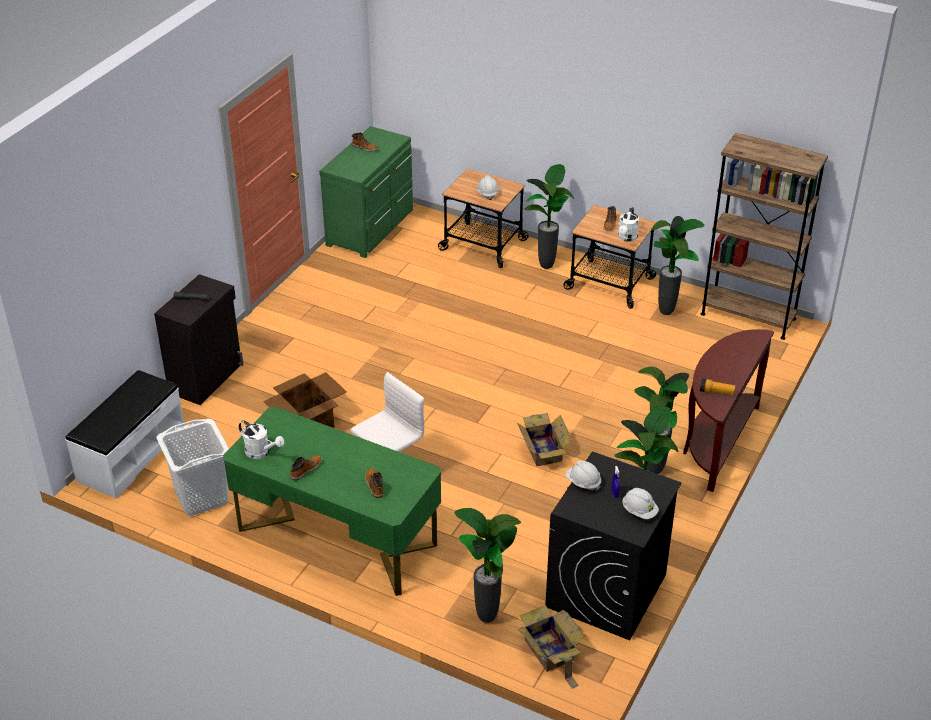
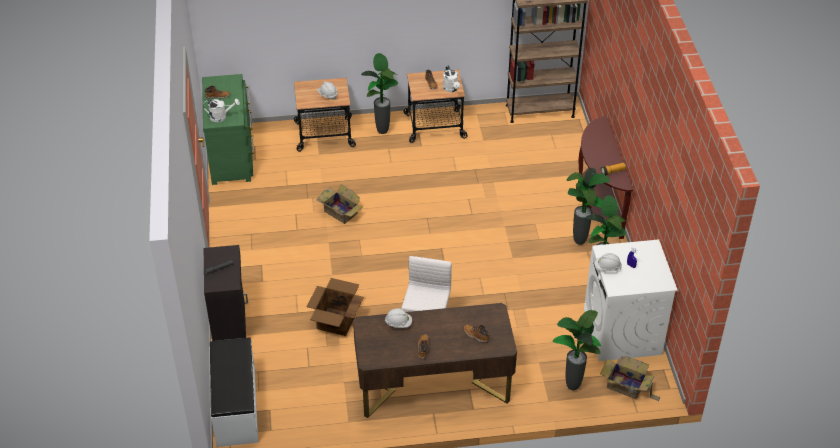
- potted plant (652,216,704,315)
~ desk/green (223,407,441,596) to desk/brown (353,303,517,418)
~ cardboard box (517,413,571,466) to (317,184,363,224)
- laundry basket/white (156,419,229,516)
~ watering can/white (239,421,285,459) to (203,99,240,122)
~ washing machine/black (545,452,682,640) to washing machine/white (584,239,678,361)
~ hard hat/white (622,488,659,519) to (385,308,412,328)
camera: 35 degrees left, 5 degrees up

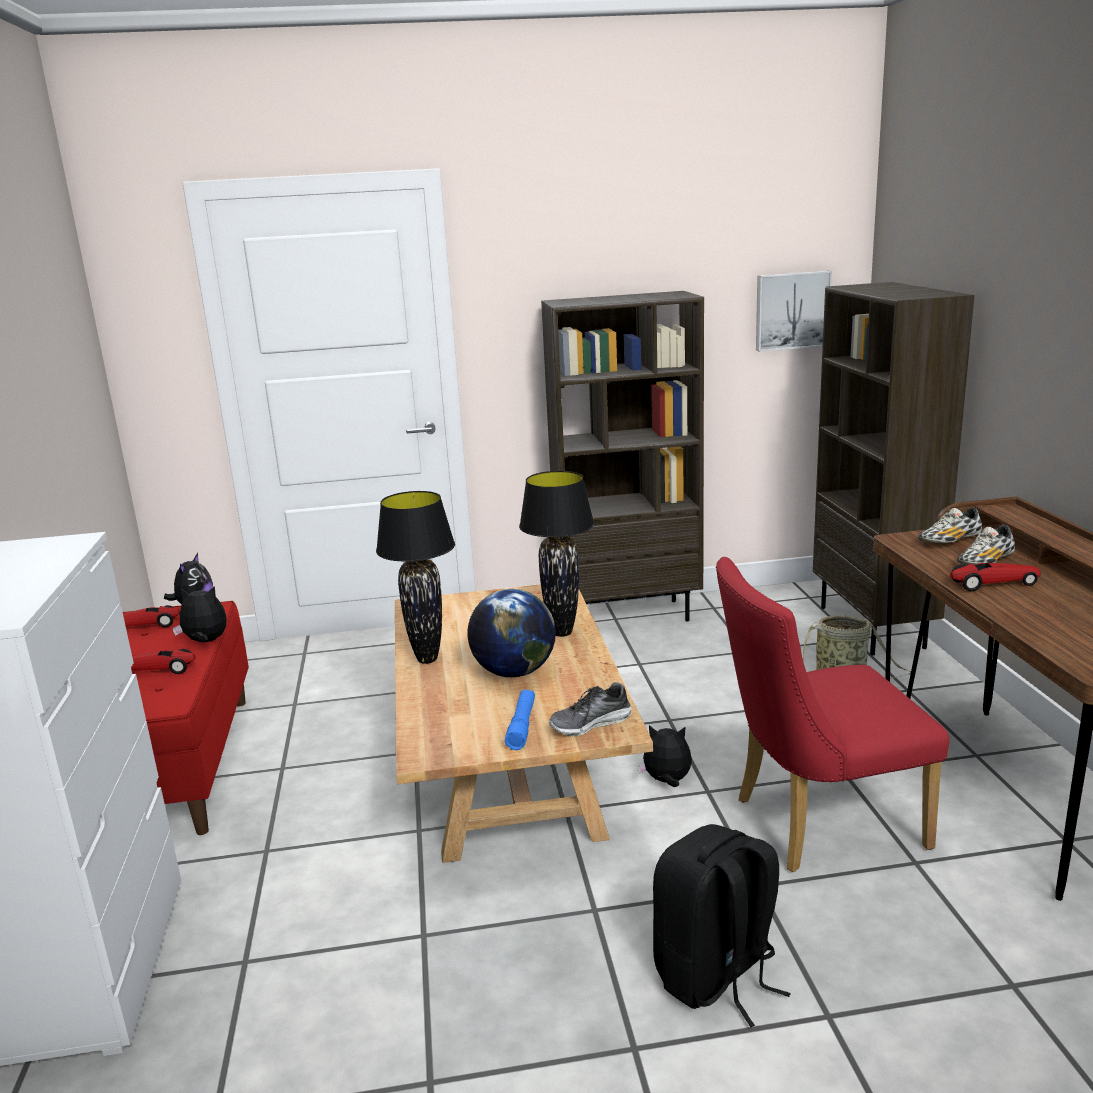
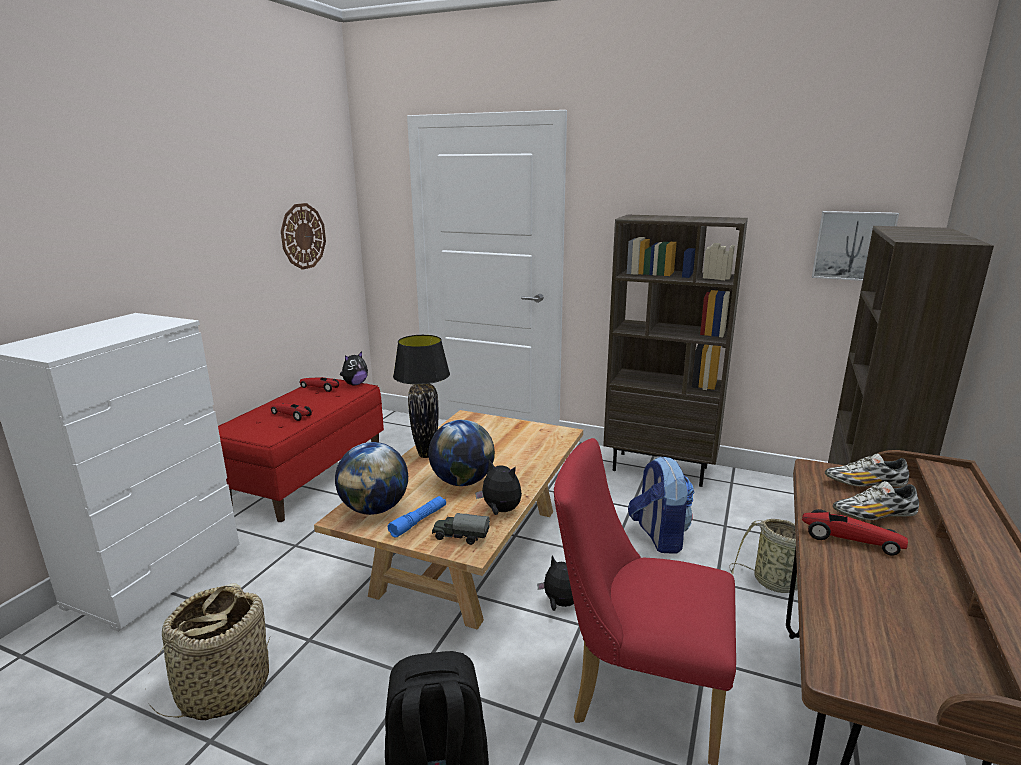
- table lamp/black (519,471,595,637)
~ plush toy (172,586,227,642) to (475,460,522,515)
~ shoe (549,682,632,737) to toy truck (432,513,490,545)
+ wall clock (281,203,326,270)
+ globe (335,442,408,515)
+ backpack (628,456,695,554)
+ basket (145,583,270,721)
camera: 30 degrees right, 0 degrees up

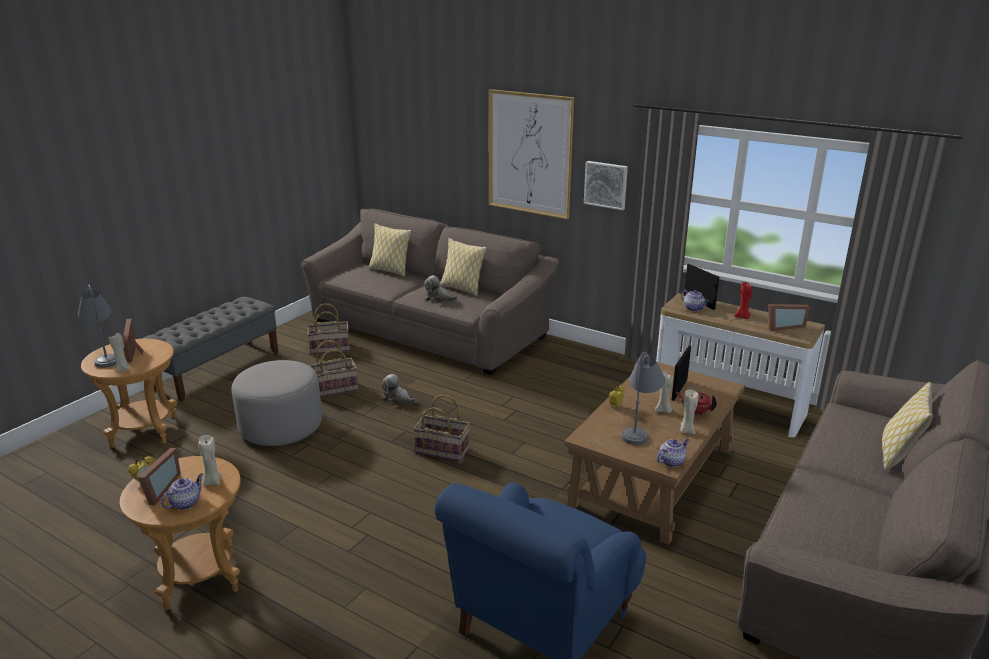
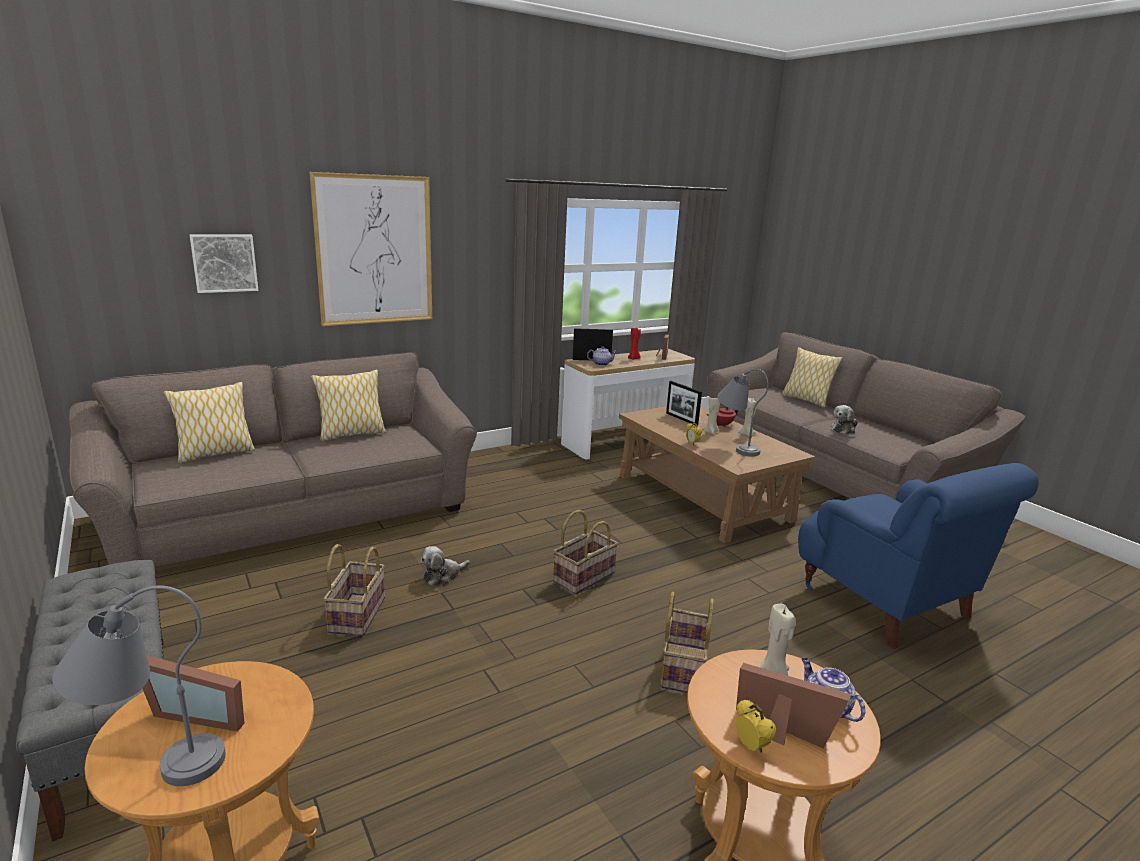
~ picture (584,161,628,210) to (189,234,258,293)
~ plush toy (424,275,458,302) to (831,405,858,434)
~ basket (307,303,350,355) to (661,592,714,693)
- candle/beige (109,333,130,372)
- ottoman/grey (231,360,322,446)
- teapot (657,439,689,467)
camera: 65 degrees left, 5 degrees down

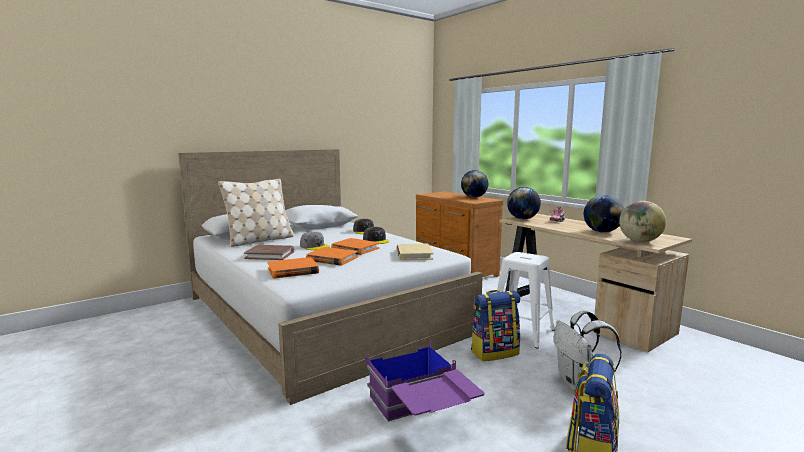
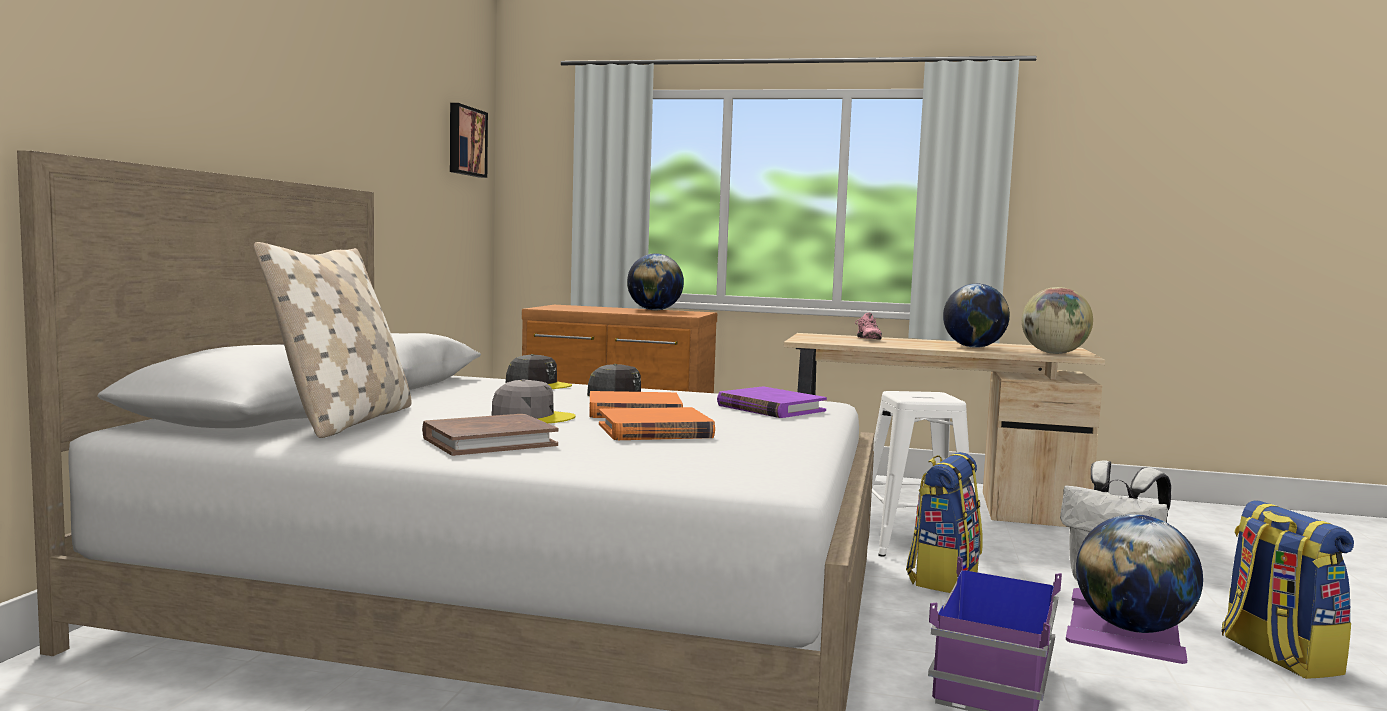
~ globe (507,187,541,220) to (1076,514,1203,633)
~ book/beige (396,244,433,260) to book/purple (717,386,827,418)
- book/orange (268,257,319,278)
+ picture (450,103,488,178)
camera: 40 degrees left, 5 degrees down

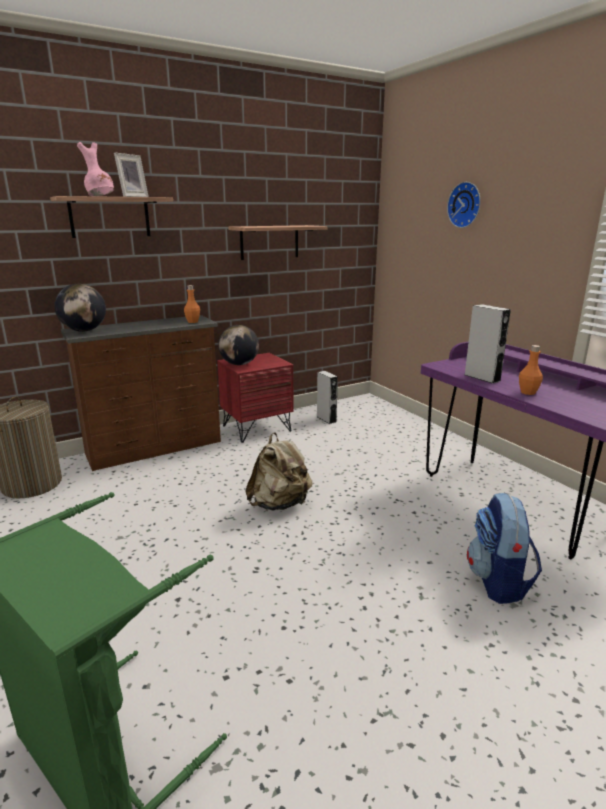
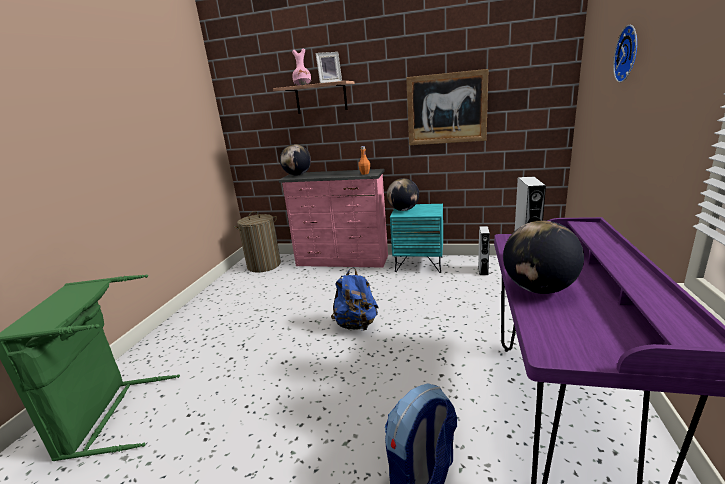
~ shelf (228,225,328,260) to picture (406,69,489,145)
~ dresser/brown (61,315,221,471) to dresser/pink (279,169,388,268)
~ bottle/orange (519,345,543,395) to globe (503,220,584,294)
~ nightstand/red (217,353,294,443) to nightstand/turquoise (390,204,443,273)
~ backpack/beige (245,432,312,511) to backpack/blue (331,267,379,331)
camera: 45 degrees right, 0 degrees up

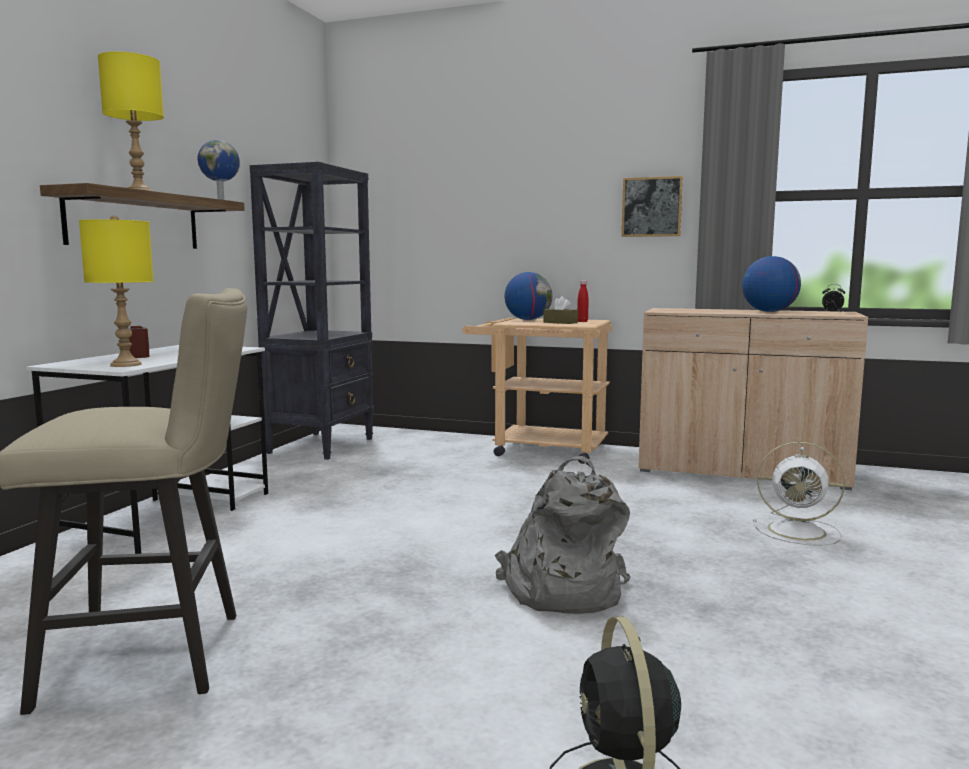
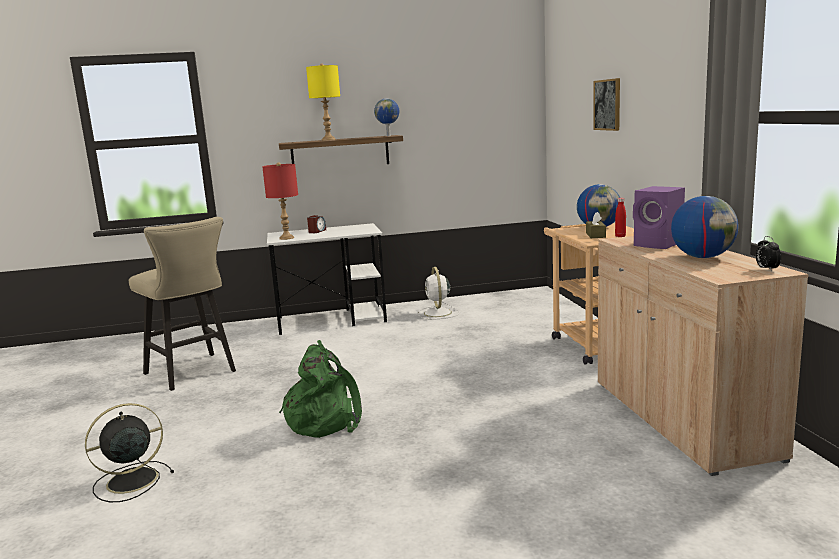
- bookcase/black (250,162,374,460)
~ picture (622,176,683,237) to (593,78,620,131)
~ table lamp/yellow (79,215,154,367) to table lamp/red (262,162,298,240)
~ fan/white (753,442,845,546) to (418,267,459,319)
~ backpack/grey (495,456,630,614) to backpack/green (279,340,362,438)
+ speaker/purple (633,186,685,249)
camera: 60 degrees right, 5 degrees up

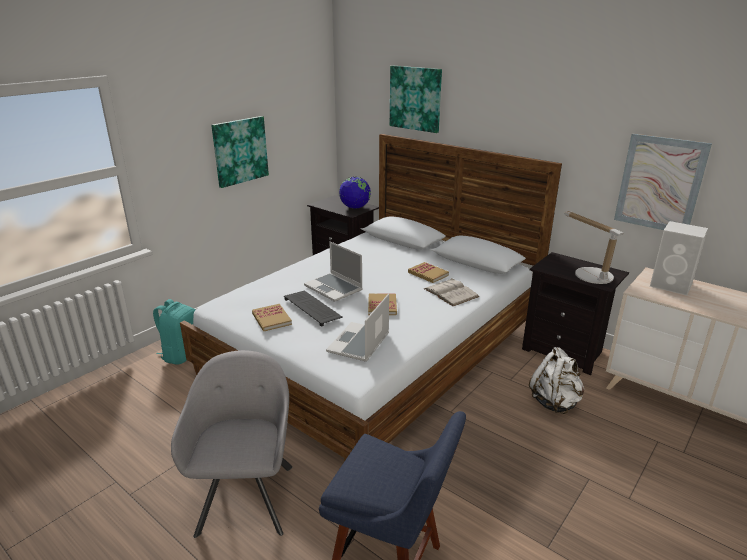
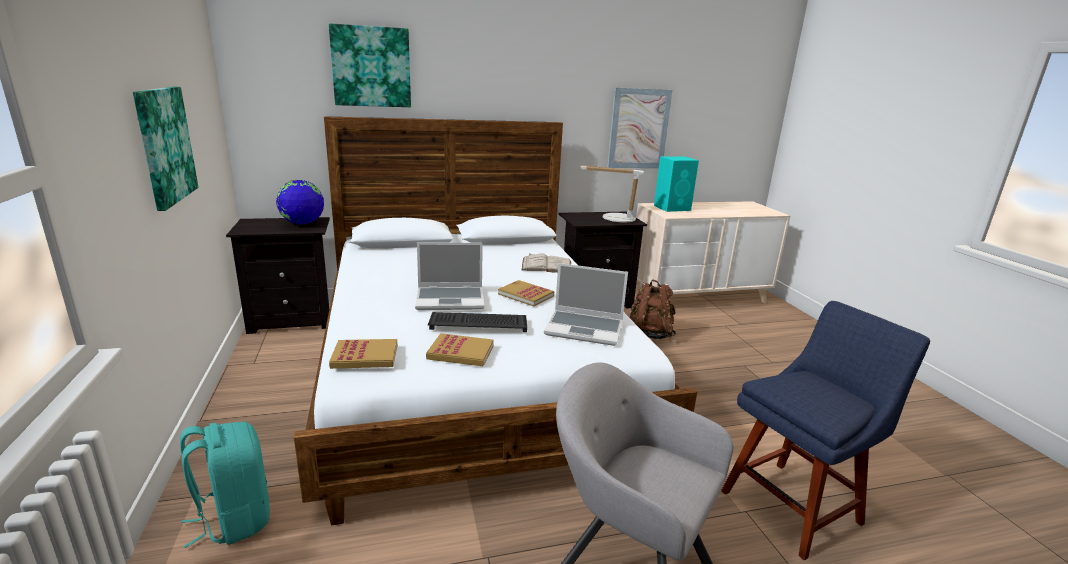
~ speaker/white (650,221,708,295) to speaker/turquoise (654,156,699,212)
~ book (408,262,449,283) to (329,339,397,369)
~ laptop (326,294,389,362) = (544,263,628,346) 45 degrees counterclockwise
~ backpack/white (529,347,585,414) to backpack/brown (629,279,676,339)
camera: 55 degrees left, 5 degrees down

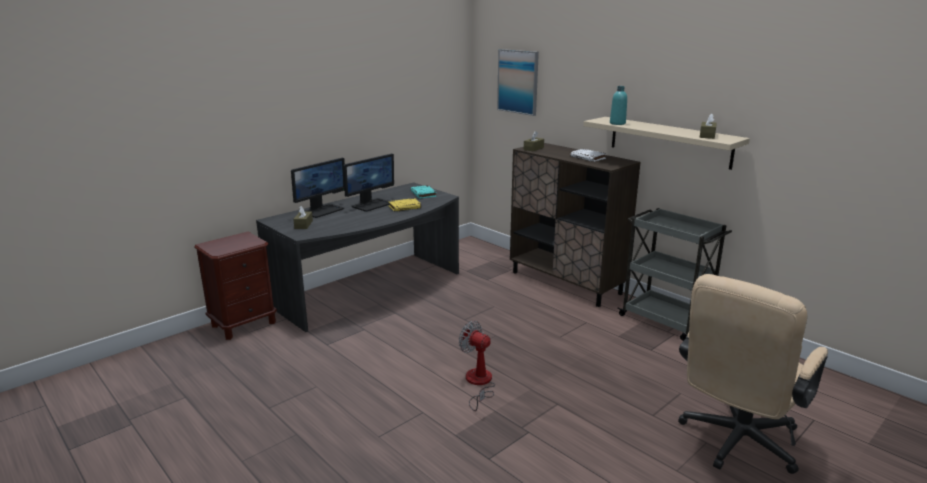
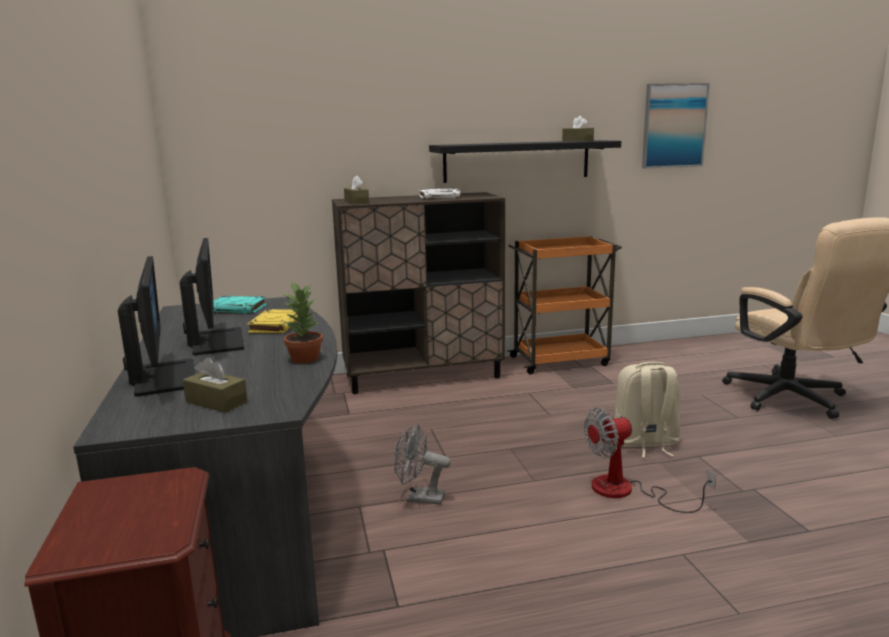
~ picture (497,49,539,116) to (642,83,710,169)
- bottle/turquoise (610,86,627,125)
~ shelf/beige (583,117,750,170) to shelf/black (429,140,621,183)
~ cart/grey (617,208,732,341) to cart/orange (507,236,622,375)
+ potted plant (283,282,323,364)
+ backpack/beige (614,362,680,458)
+ fan/grey (394,424,451,505)
camera: 60 degrees left, 5 degrees down

